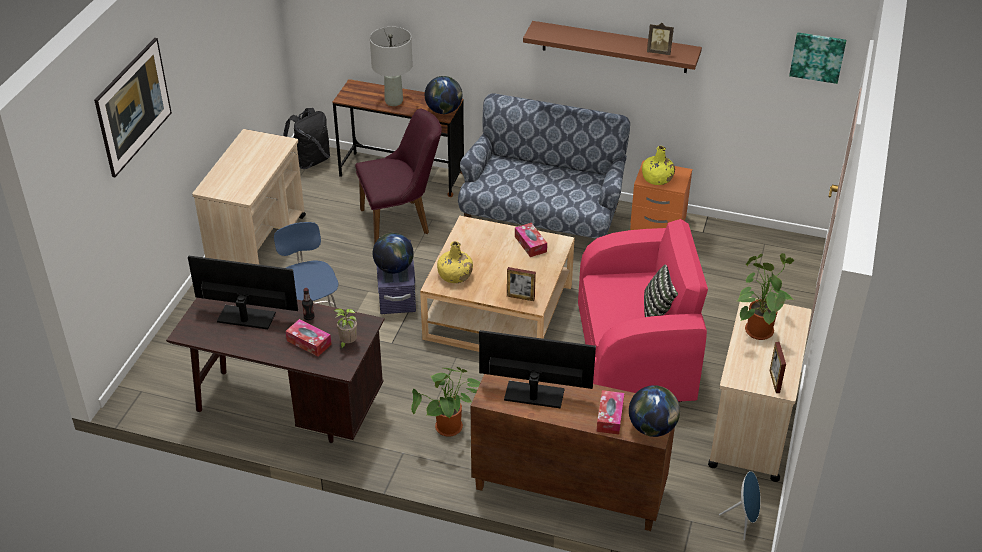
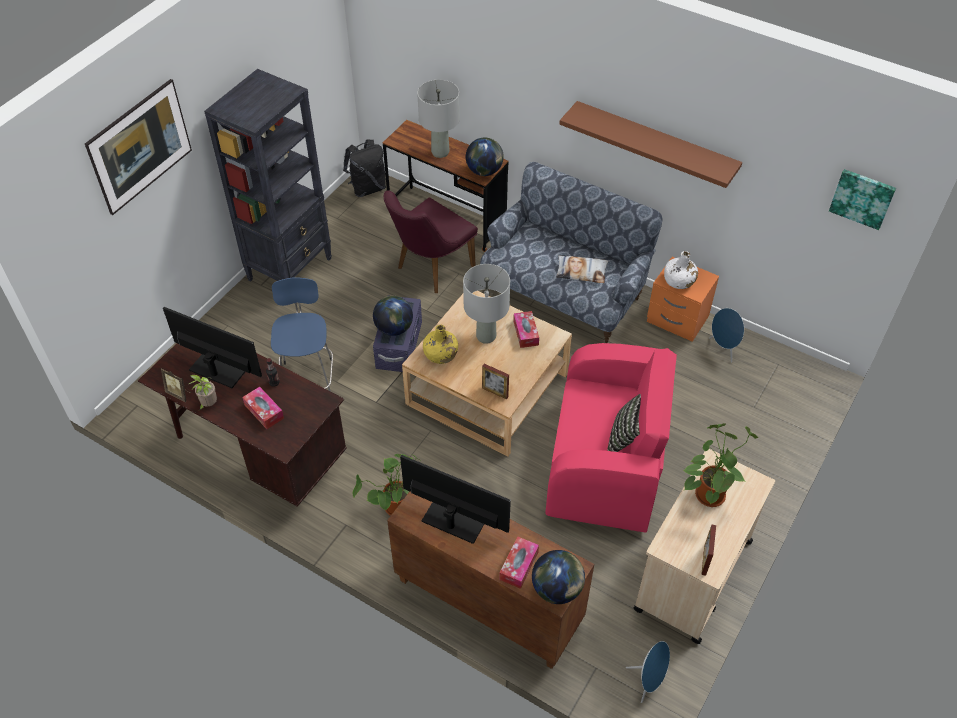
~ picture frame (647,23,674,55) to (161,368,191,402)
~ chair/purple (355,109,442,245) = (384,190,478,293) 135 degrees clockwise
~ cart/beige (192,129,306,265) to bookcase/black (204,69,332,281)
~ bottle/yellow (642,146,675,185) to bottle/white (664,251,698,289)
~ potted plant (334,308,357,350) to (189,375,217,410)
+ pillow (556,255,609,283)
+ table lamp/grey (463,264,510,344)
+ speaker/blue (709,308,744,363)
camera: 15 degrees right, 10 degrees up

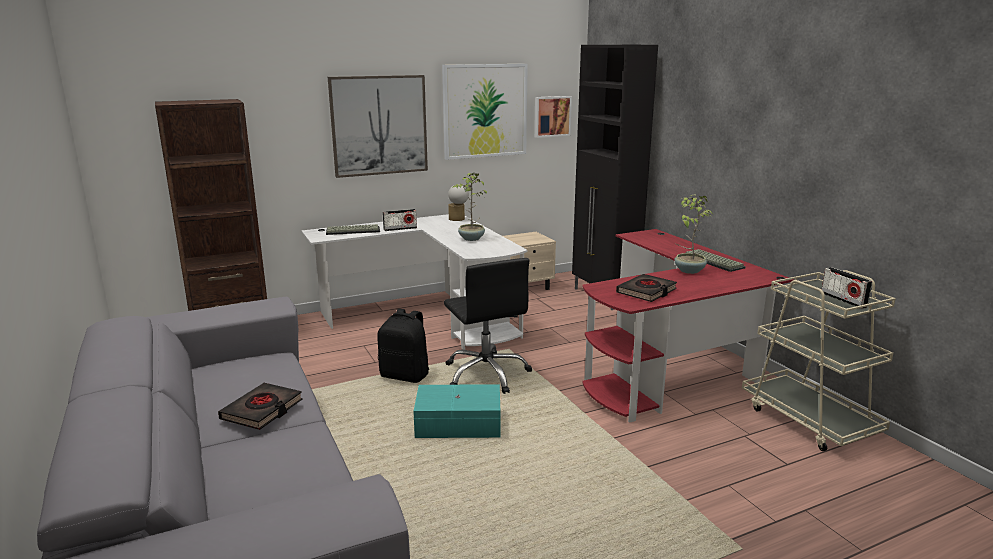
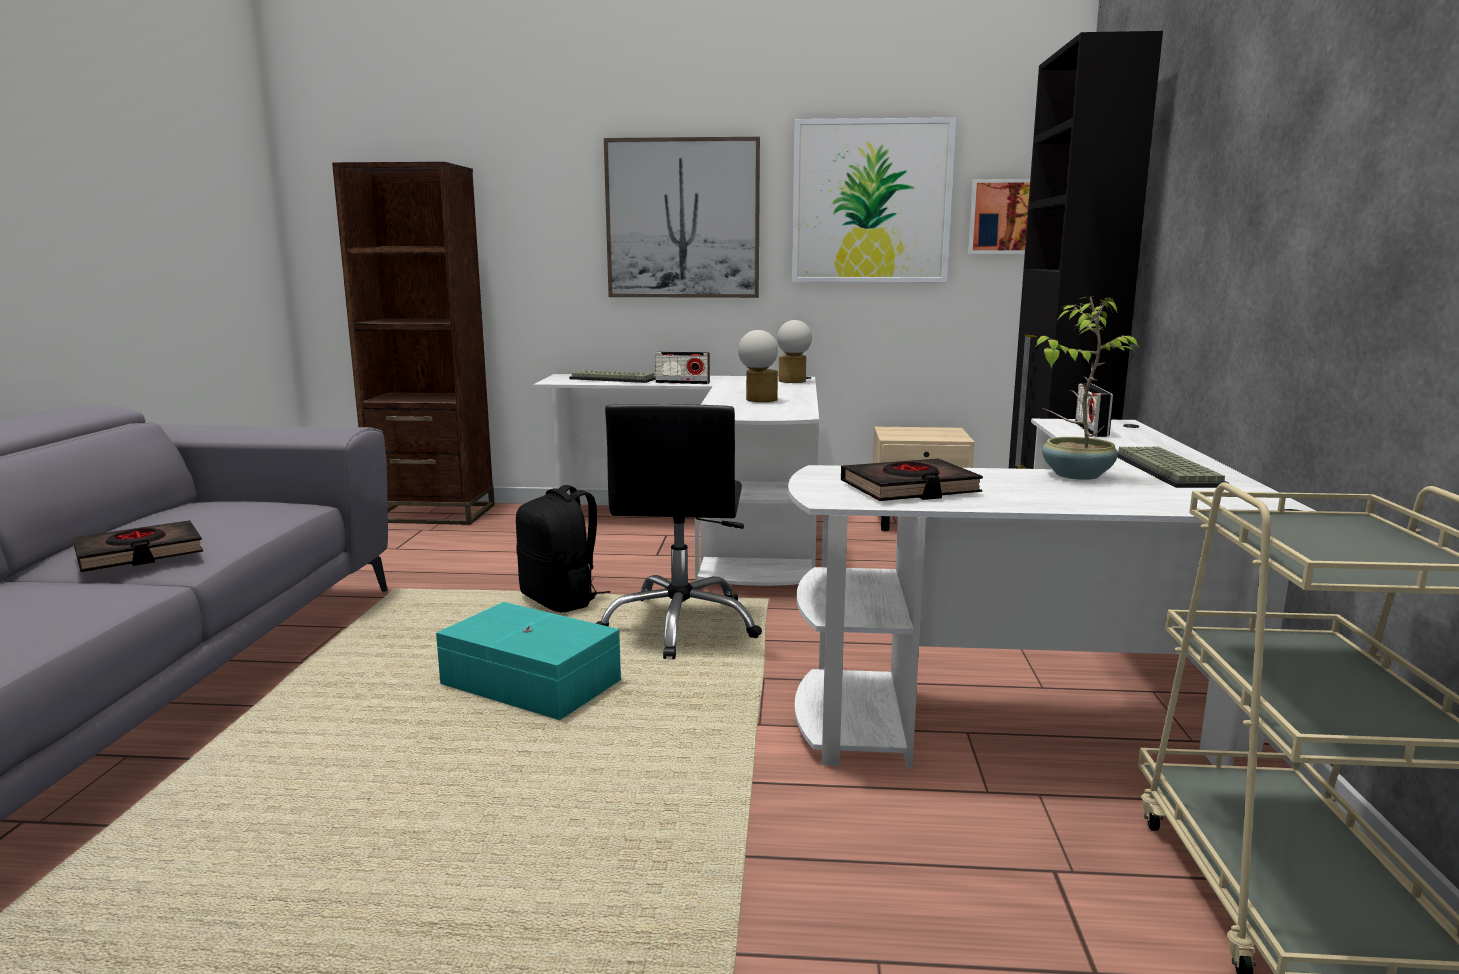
~ potted plant (452,172,487,241) to table lamp (738,330,778,402)
~ desk/red (582,229,794,423) to desk/white (788,419,1315,769)
~ radio (822,267,873,308) to (1075,383,1113,437)
camera: 30 degrees right, 5 degrees down

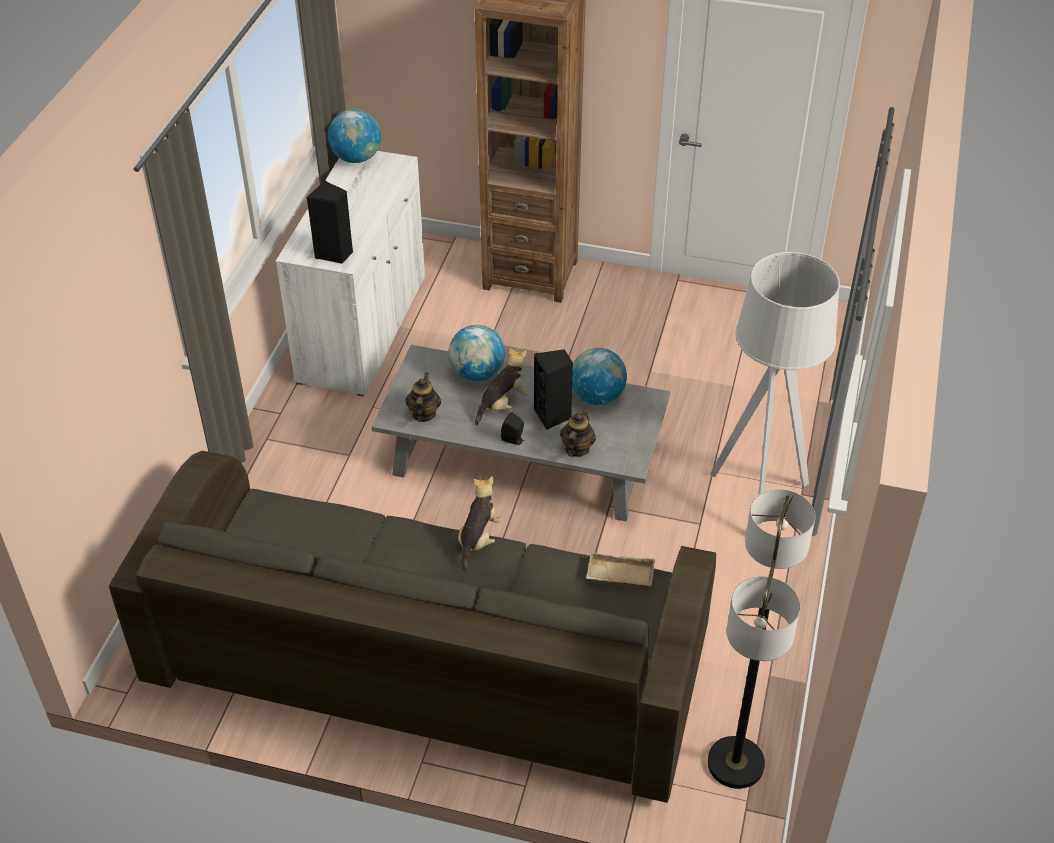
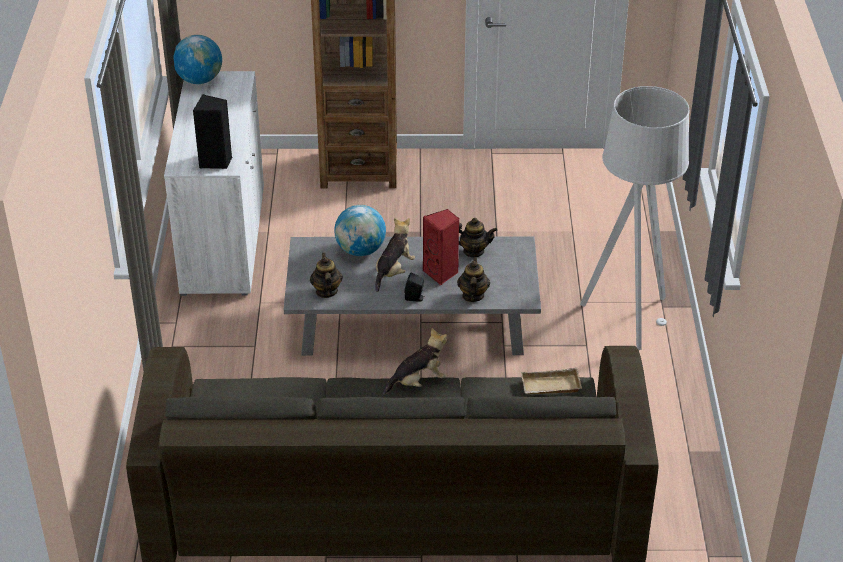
~ globe (572,348,627,405) to teapot (459,218,497,257)
~ speaker/black (534,349,573,430) to speaker/red (423,209,459,285)
~ plush toy (458,476,502,572) = (383,328,447,395) 60 degrees clockwise
- floor lamp (708,489,815,789)
camera: 15 degrees left, 5 degrees down

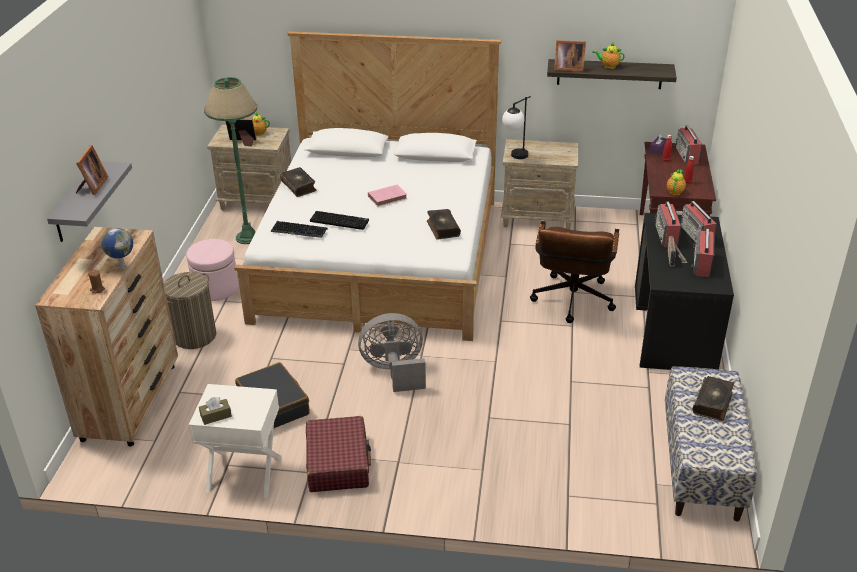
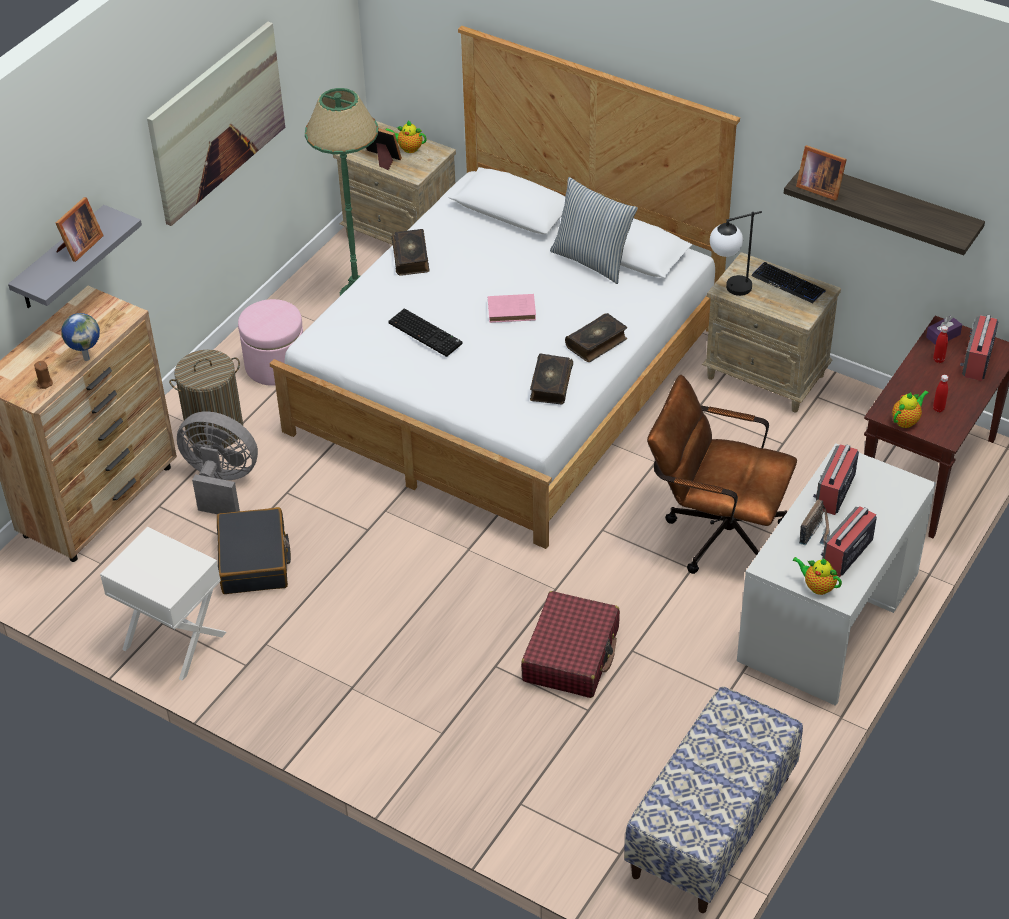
~ teapot (592,42,625,69) to (792,557,842,595)
- radio (680,201,717,242)
~ desk/black (635,213,734,370) to desk/white (737,443,936,706)
~ keyboard (271,221,327,238) to (751,262,826,303)
~ office chair/brown (530,221,619,323) = (647,375,797,574) 75 degrees clockwise
~ fan/grey (358,313,426,392) to (177,412,258,514)
~ book (692,376,734,421) to (565,313,627,362)
- tissue box/brown (199,397,232,425)
~ suitcase/red (306,416,371,492) to (521,591,620,698)
+ picture (147,22,285,226)
+ pillow (550,177,638,284)
camera: 25 degrees right, 10 degrees up

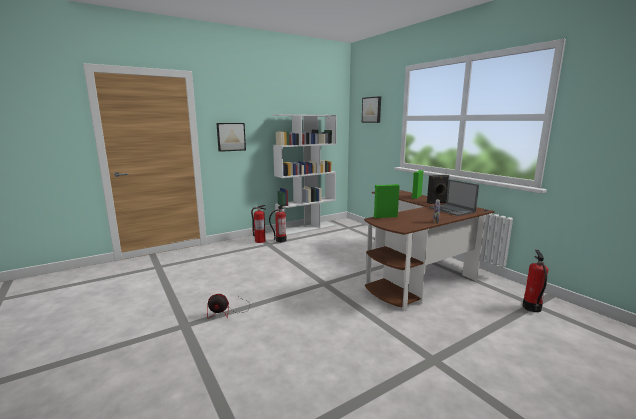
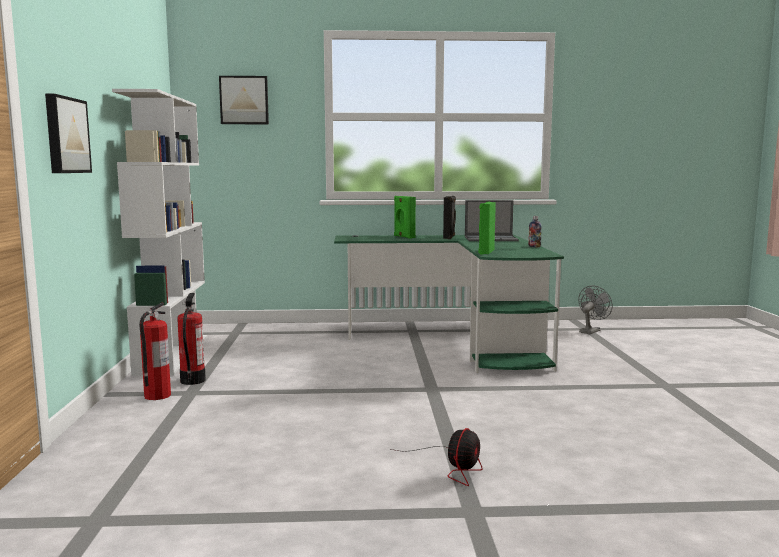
~ desk/brown (364,190,495,311) to desk/green (334,235,564,373)
~ fire extinguisher (522,250,549,312) to fan/grey (578,285,613,334)
camera: 60 degrees left, 5 degrees down

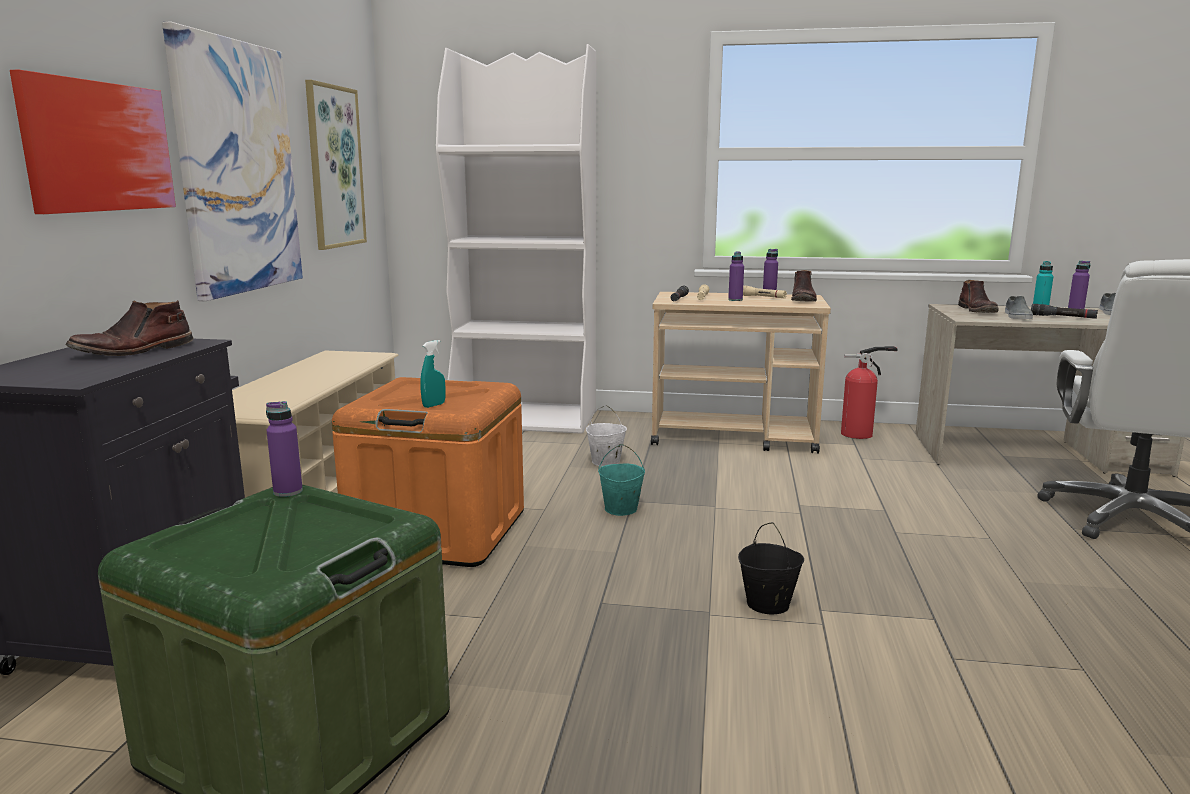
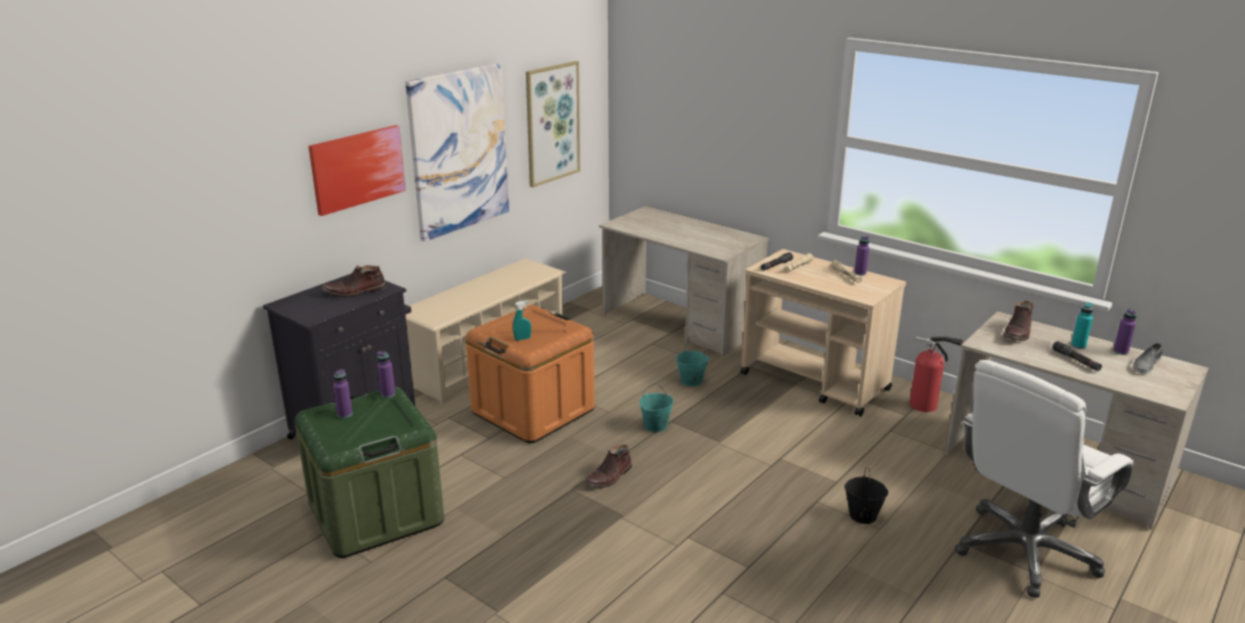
~ bookcase/white (436,44,596,434) to desk/beige (599,206,769,356)
~ bottle/purple (728,251,744,301) to (333,369,353,418)
~ boot/brown (791,270,817,302) to (584,445,632,488)
- shoe/grey (1005,296,1033,319)
~ bucket/white (586,405,627,466) to bucket/turquoise (676,341,709,386)
~ bucket/black (738,522,804,614) to (844,468,888,524)
camera: 30 degrees right, 10 degrees up

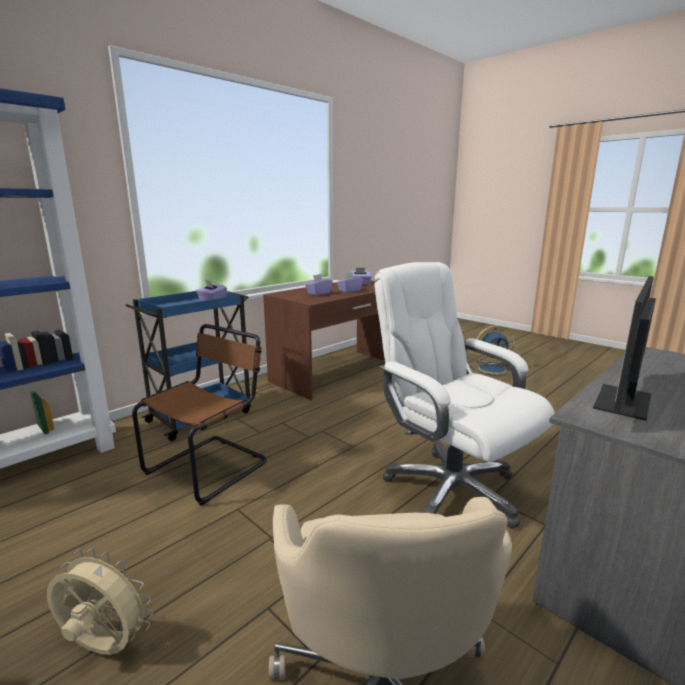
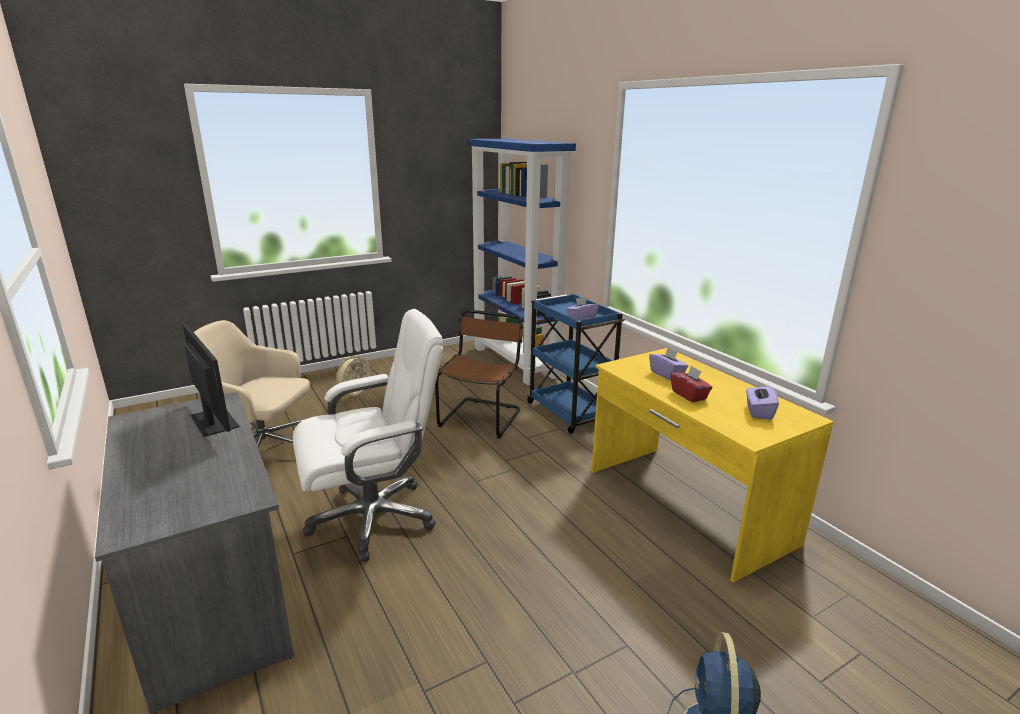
~ tissue box/purple (336,272,363,293) to tissue box/red (671,365,712,402)
~ desk/brown (263,280,385,400) to desk/yellow (592,348,834,583)
~ chair/brown (132,324,266,505) = (435,309,524,439) 120 degrees counterclockwise
camera: 105 degrees right, 5 degrees up

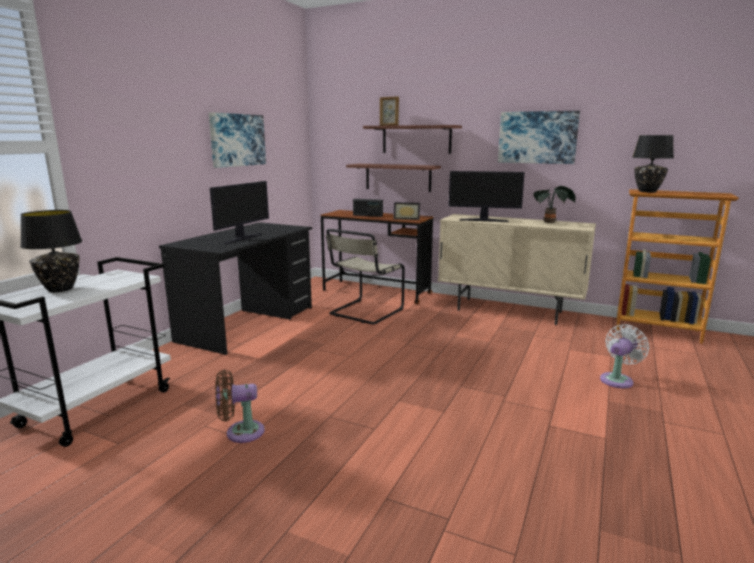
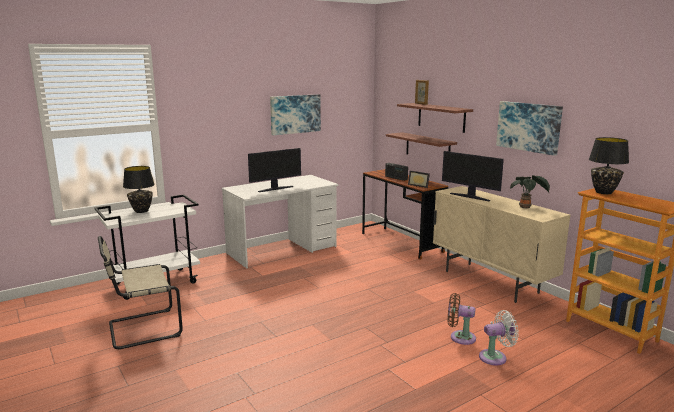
~ desk/black (159,222,312,355) to desk/white (222,175,339,269)
~ chair/beige (326,229,405,324) to (98,236,183,349)
~ fan/brown (215,370,264,443) to (448,293,476,345)
camera: 30 degrees right, 0 degrees up

